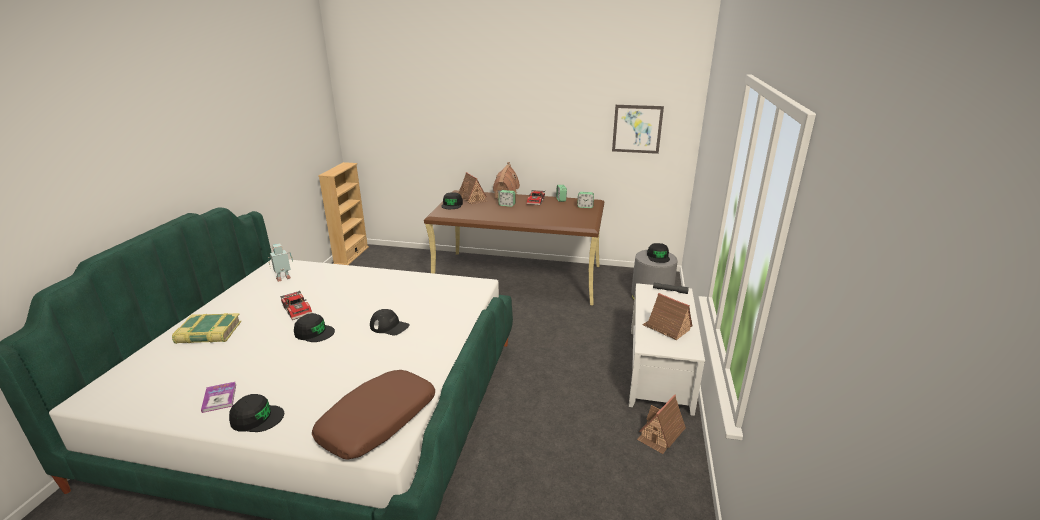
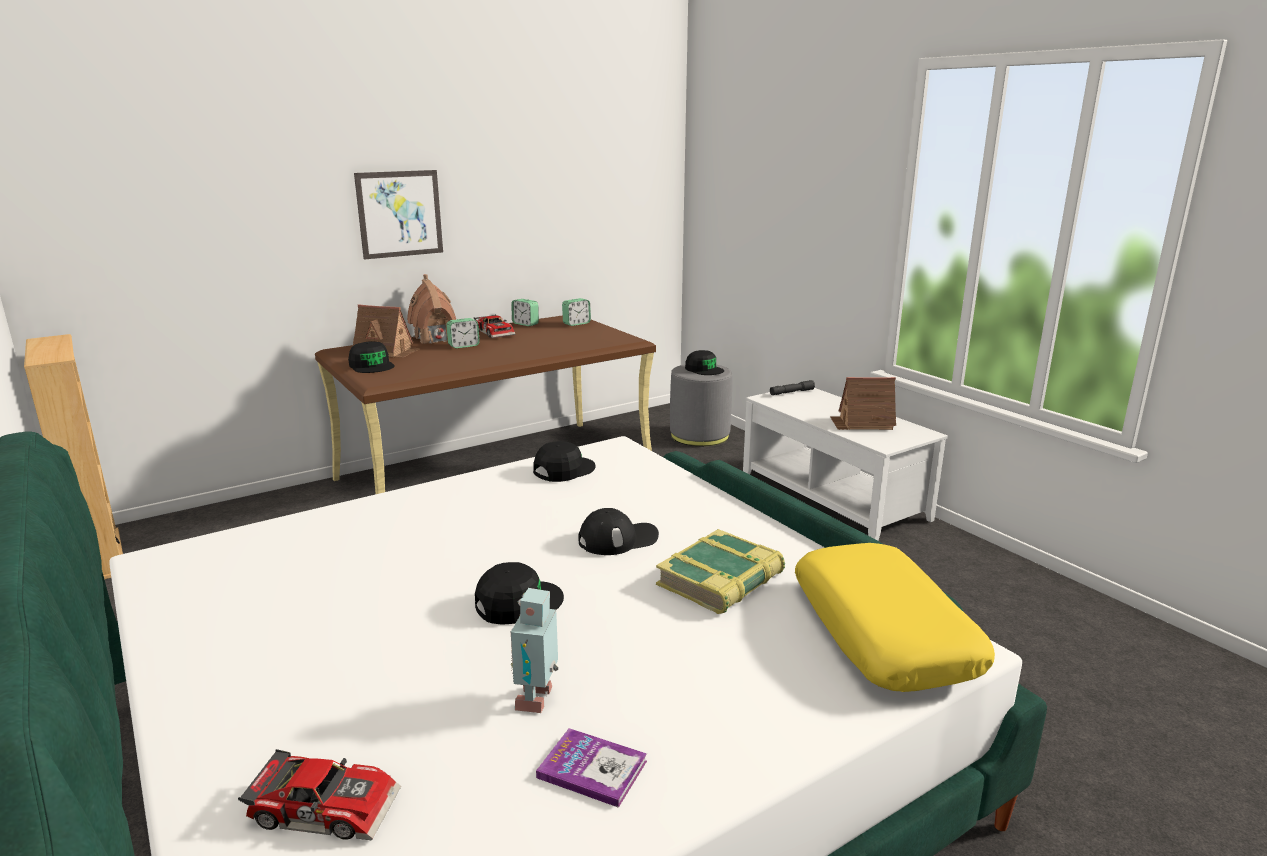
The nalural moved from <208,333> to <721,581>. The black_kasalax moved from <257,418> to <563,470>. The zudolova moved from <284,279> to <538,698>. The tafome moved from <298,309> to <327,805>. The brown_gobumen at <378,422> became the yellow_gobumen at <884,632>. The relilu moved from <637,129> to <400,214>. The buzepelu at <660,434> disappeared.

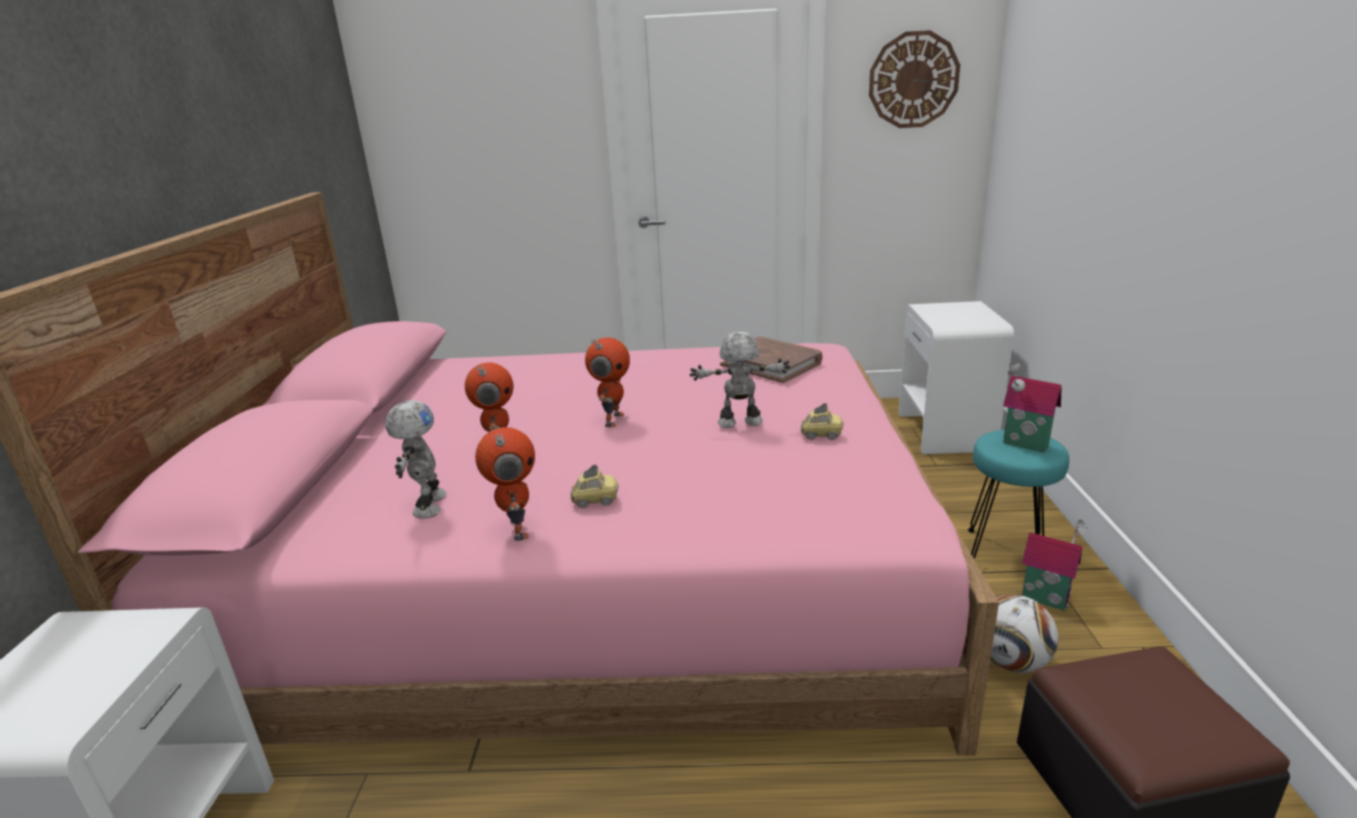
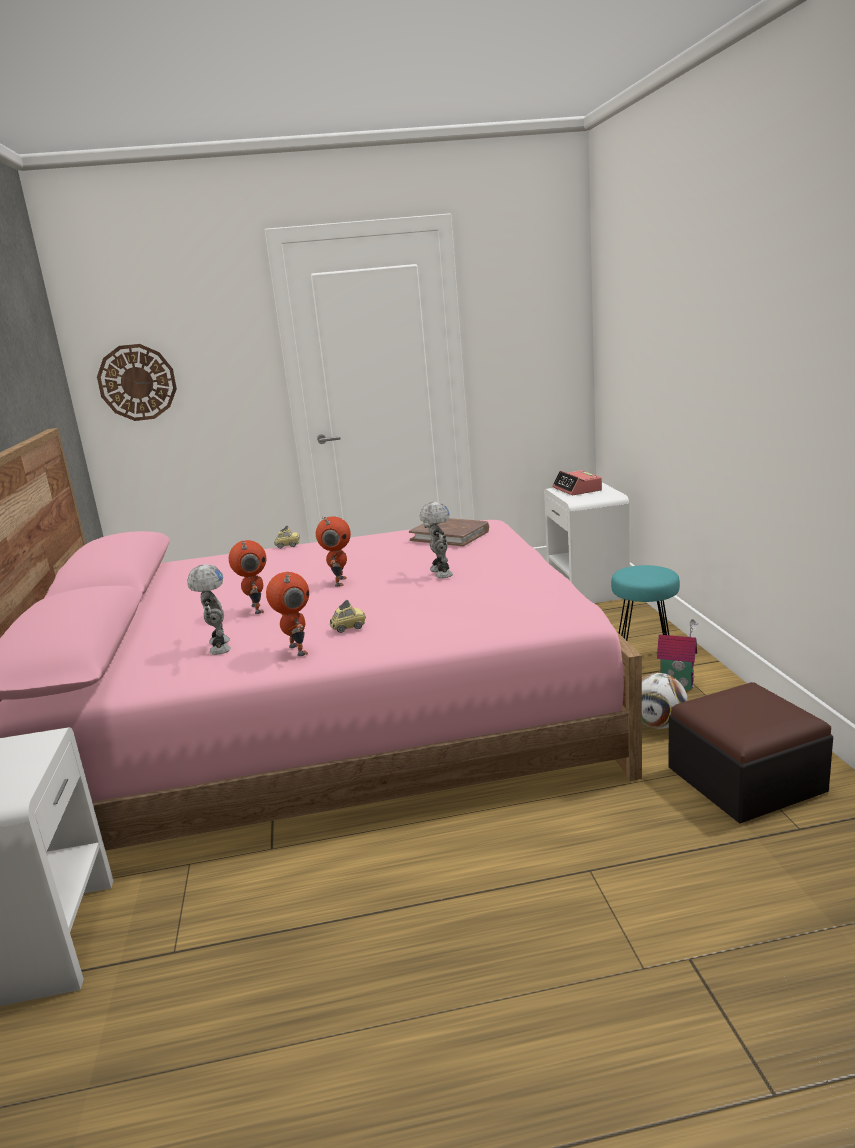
The zudolova at <740,423> turned 90 degrees clockwise. The tafome moved from <821,435> to <288,546>. The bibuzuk moved from <913,80> to <137,382>. The buzepelu at <1024,445> disappeared. The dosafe at <577,489> appeared.

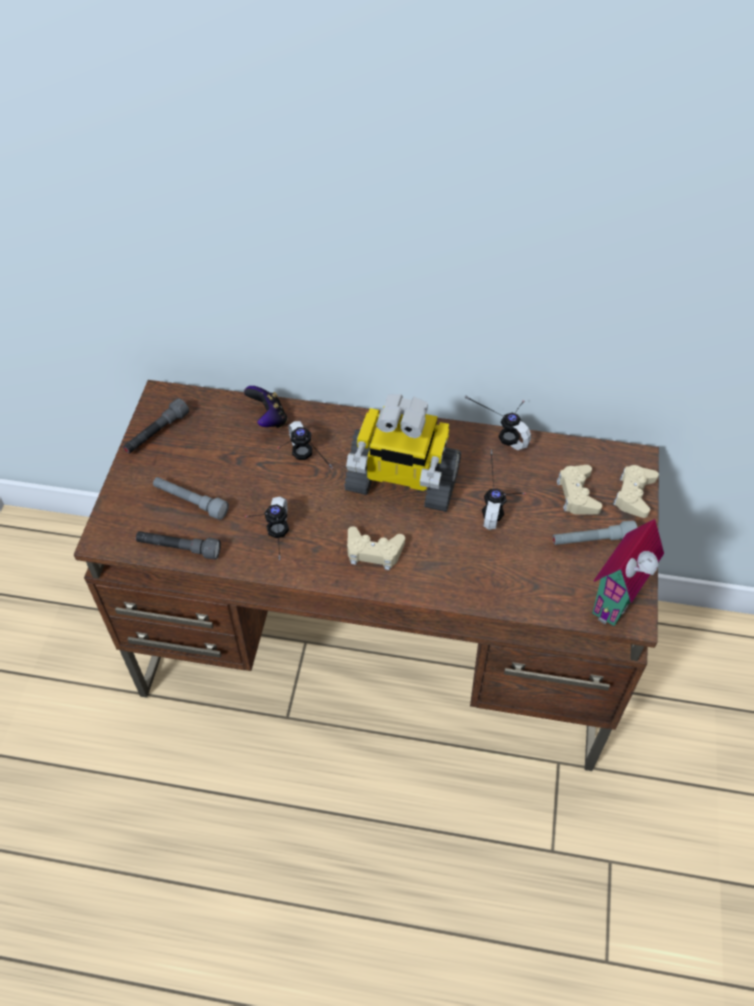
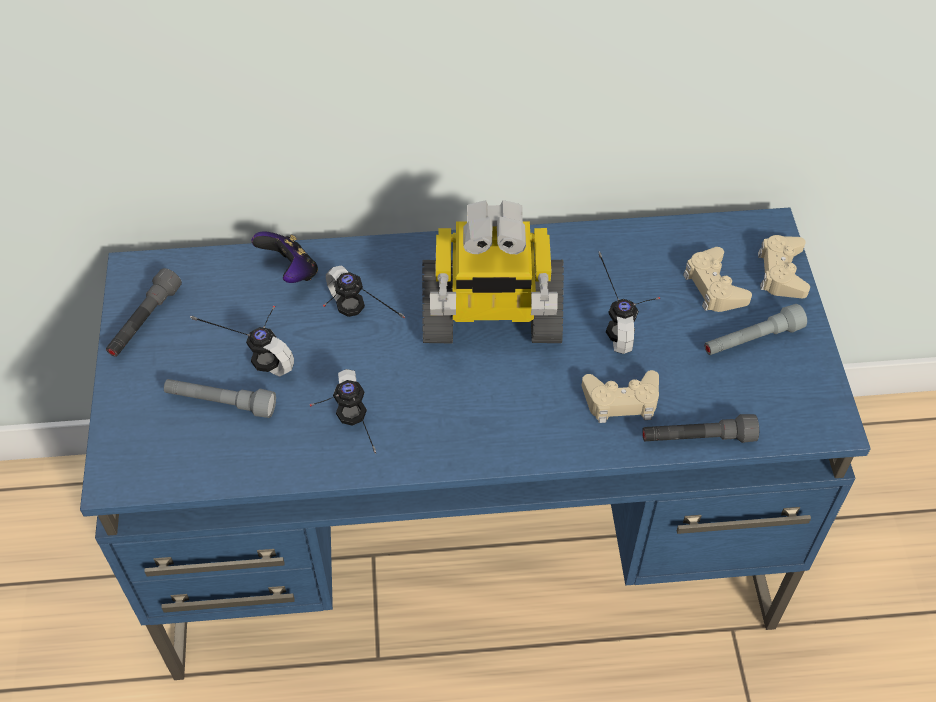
The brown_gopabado at <379,648> became the blue_gopabado at <470,541>. The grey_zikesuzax moved from <179,548> to <697,438>. The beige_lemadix moved from <373,552> to <621,401>. The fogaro moved from <502,429> to <257,349>. The buzepelu at <619,602> disappeared.

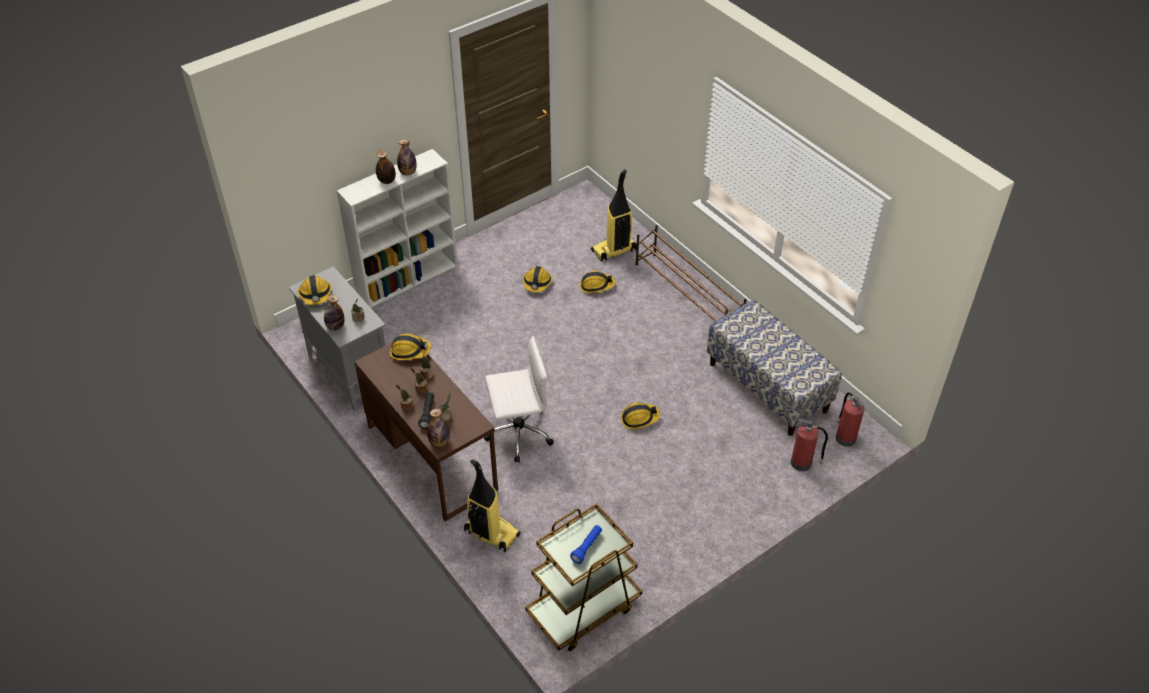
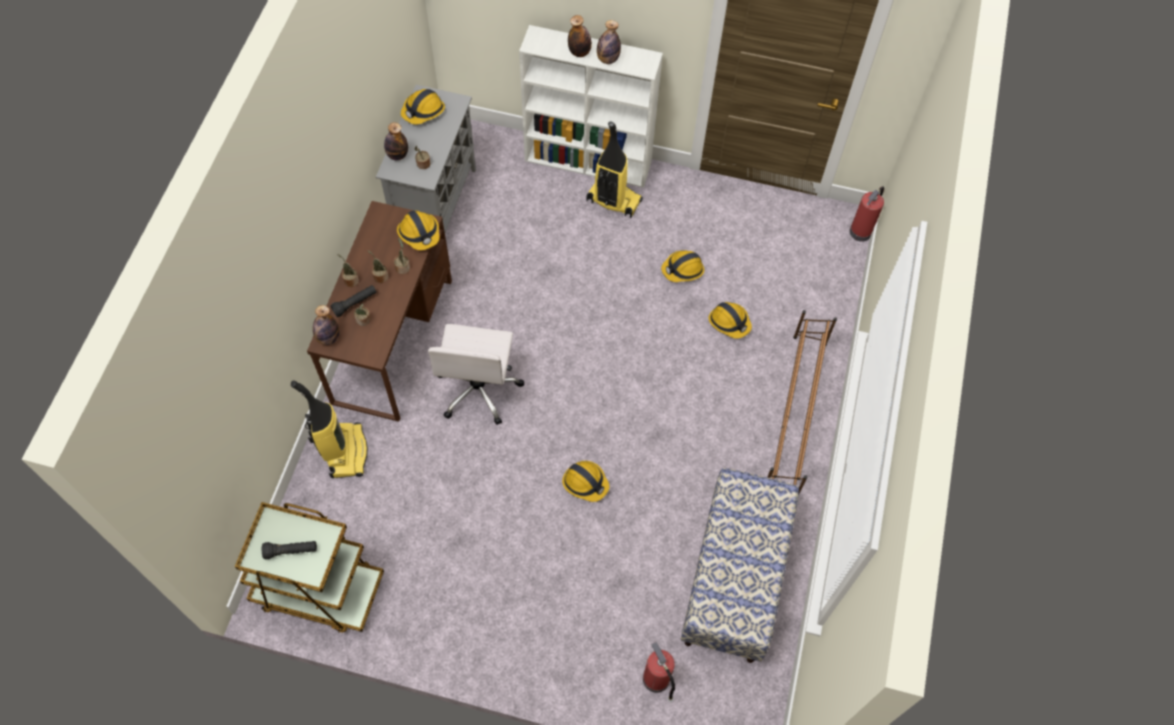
The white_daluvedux at <518,432> turned 60 degrees clockwise. The blue_zikesuzax at <587,547> became the black_zikesuzax at <291,551>. The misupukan moved from <614,251> to <613,201>. The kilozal moved from <845,437> to <861,231>.

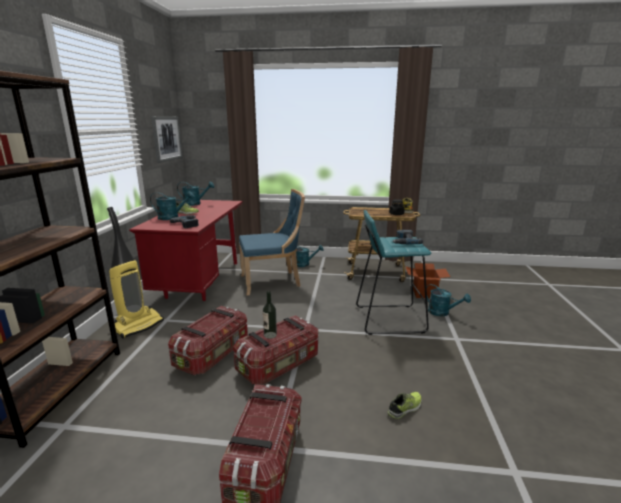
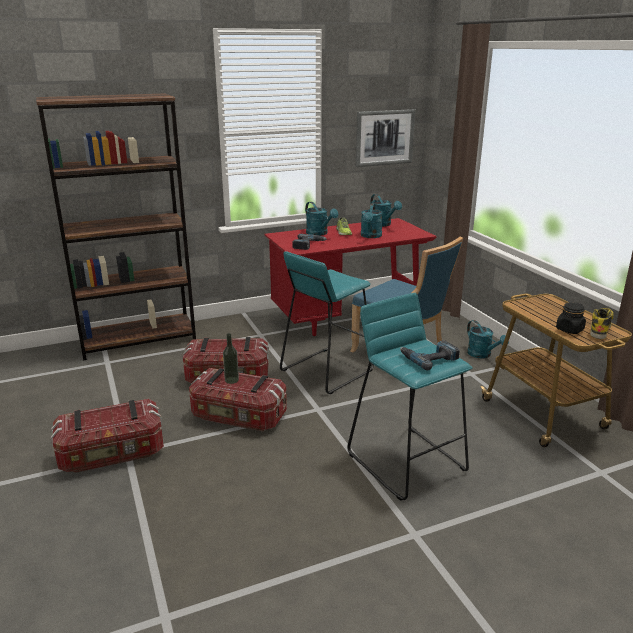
The misupukan at <138,325> disappeared. The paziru at <405,408> disappeared. The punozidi at <424,293> disappeared. The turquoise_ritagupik moved from <442,313> to <370,236>. The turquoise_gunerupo at <326,370> appeared.

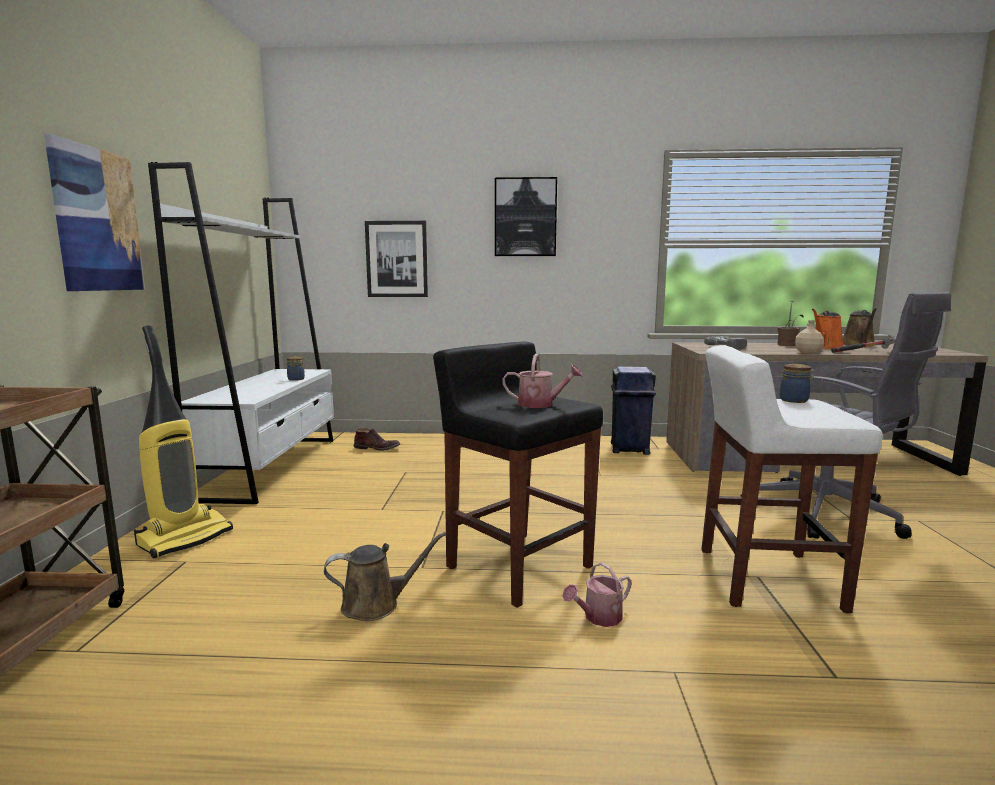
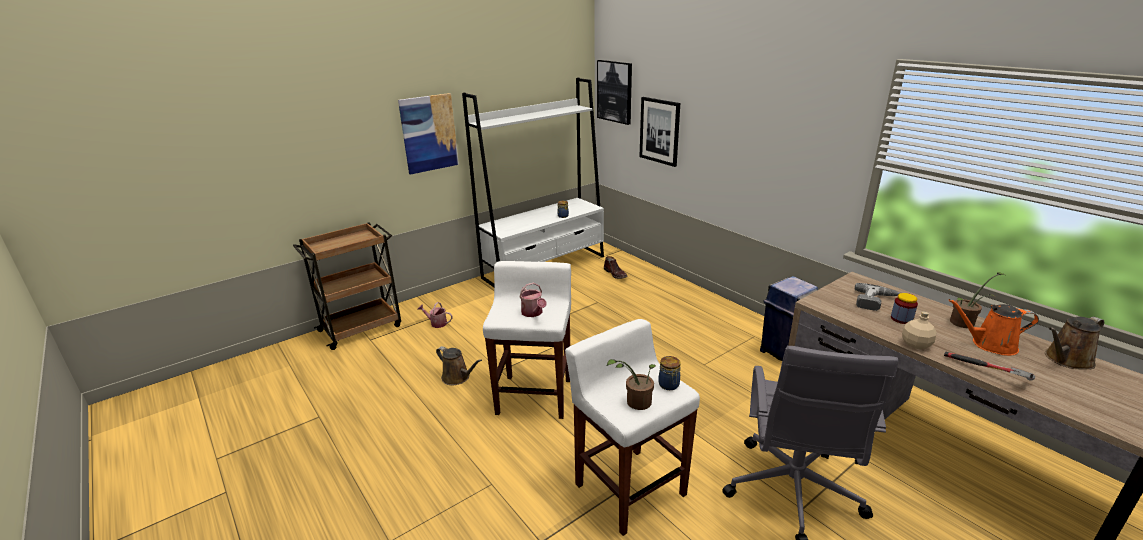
The misupukan at <185,538> disappeared. The black_gunerupo at <518,566> became the white_gunerupo at <534,395>. The relilu moved from <525,217> to <615,91>. The ritagupik moved from <598,617> to <436,323>. The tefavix at <635,402> appeared. The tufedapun at <901,319> appeared.

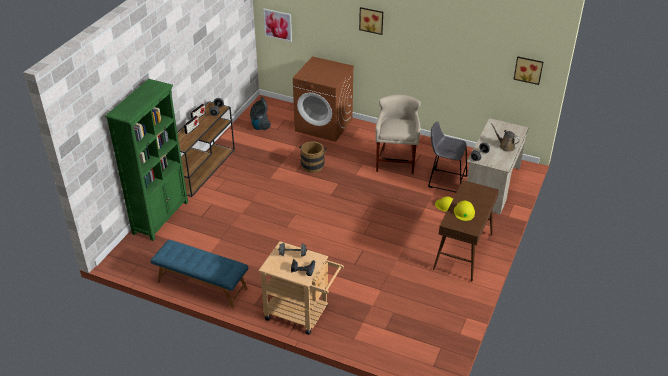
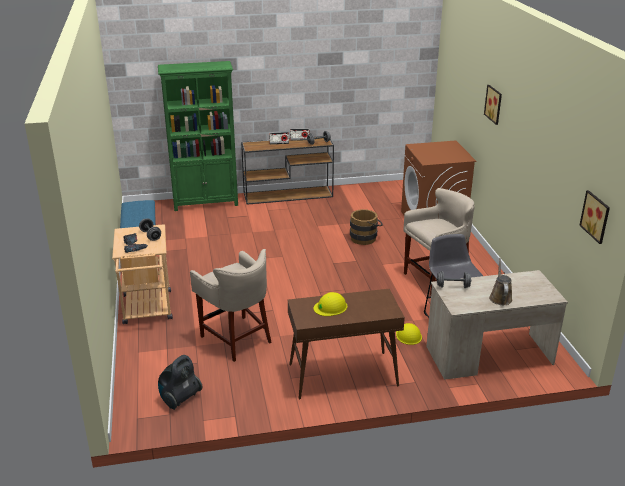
The misupukan moved from <260,126> to <179,399>. The relilu at <278,24> disappeared. The beige_gunerupo at <237,338> appeared.

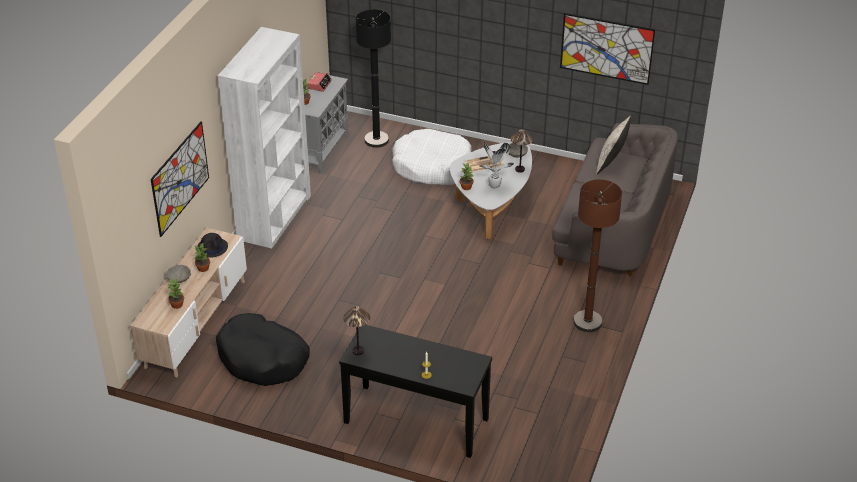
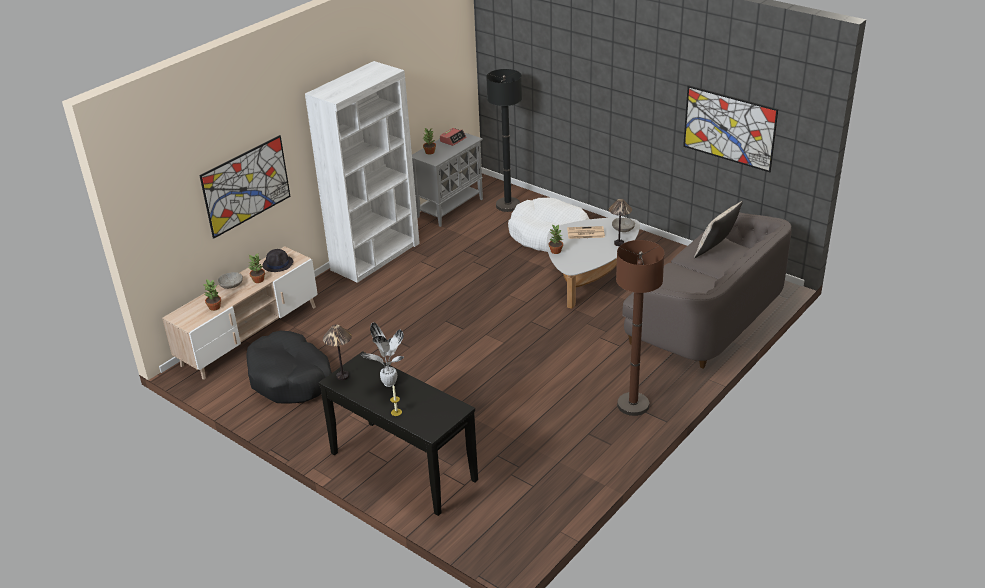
The tefavix moved from <494,186> to <389,384>.

